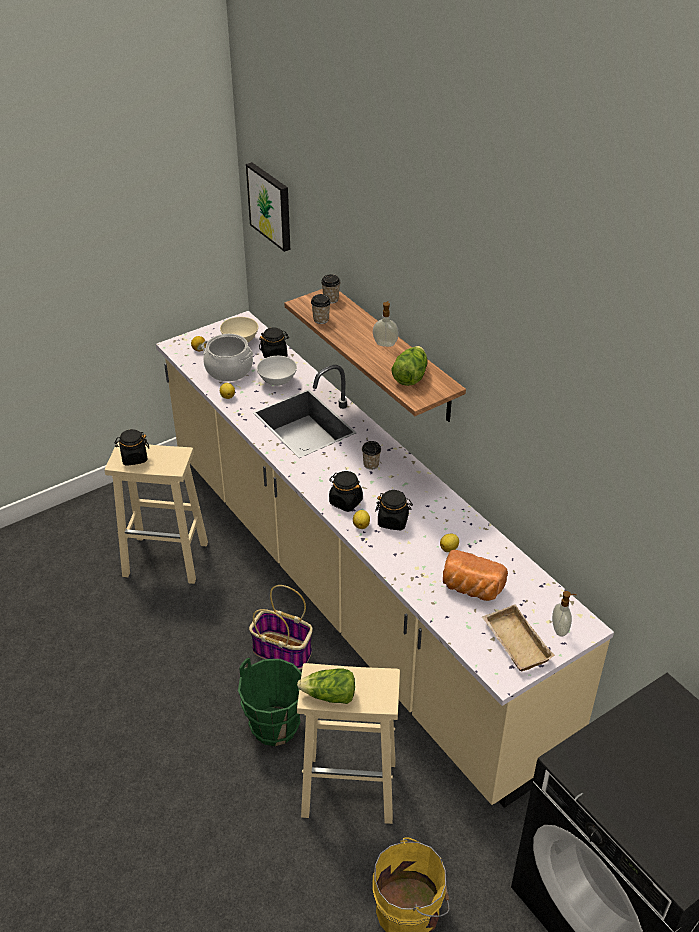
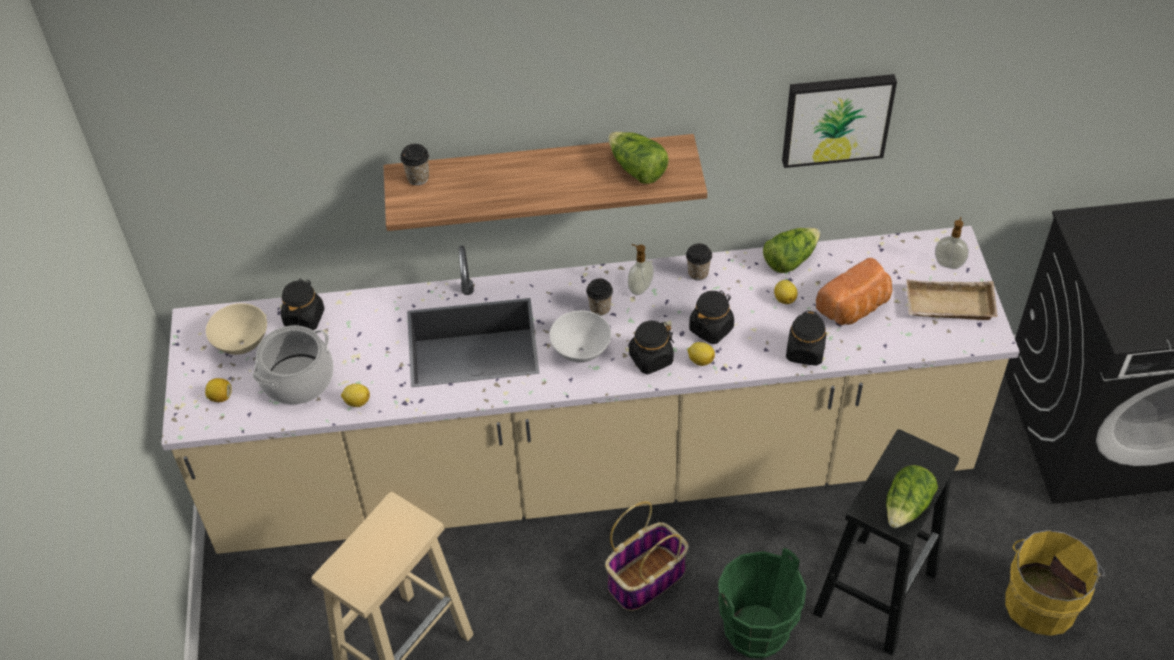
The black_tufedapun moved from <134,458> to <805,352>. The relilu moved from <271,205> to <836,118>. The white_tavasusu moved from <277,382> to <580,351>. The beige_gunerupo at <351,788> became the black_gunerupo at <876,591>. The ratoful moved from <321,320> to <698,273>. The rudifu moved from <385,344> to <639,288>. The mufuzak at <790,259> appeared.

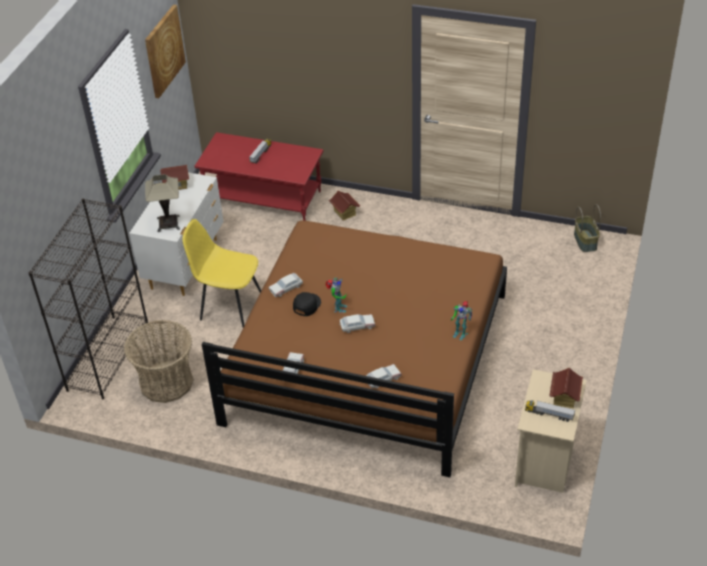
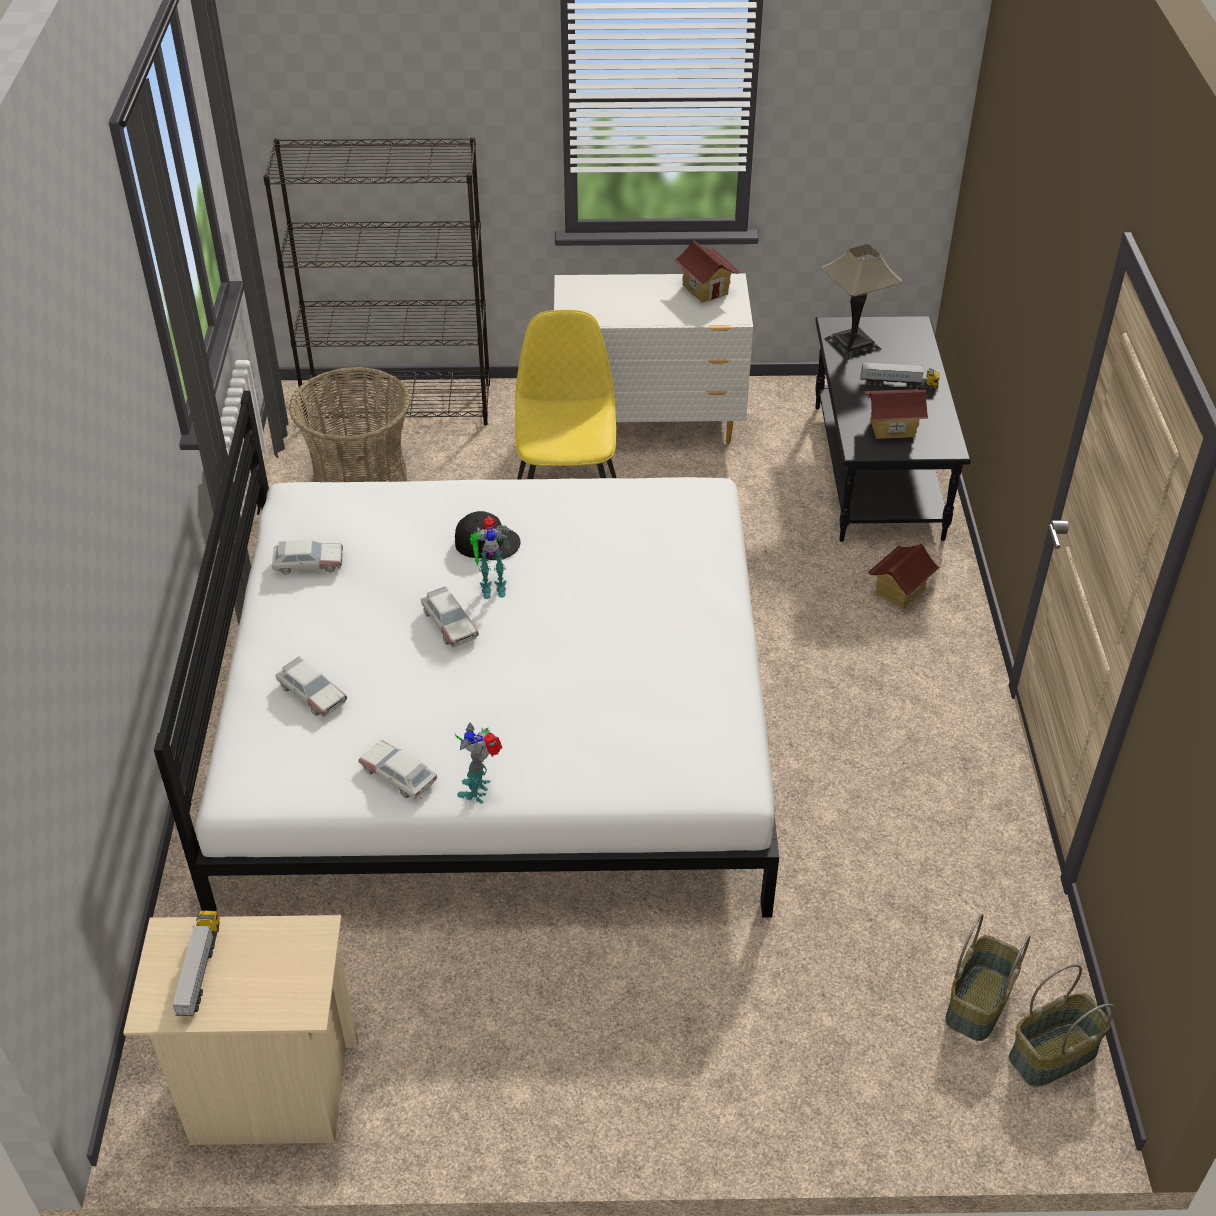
The relilu at <164,51> disappeared. The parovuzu moved from <168,223> to <852,344>. The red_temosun at <263,198> became the black_temosun at <874,470>. The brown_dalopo at <366,358> became the white_dalopo at <496,721>. The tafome moved from <286,288> to <399,775>. The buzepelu moved from <564,397> to <892,428>. The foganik at <979,1004> appeared.

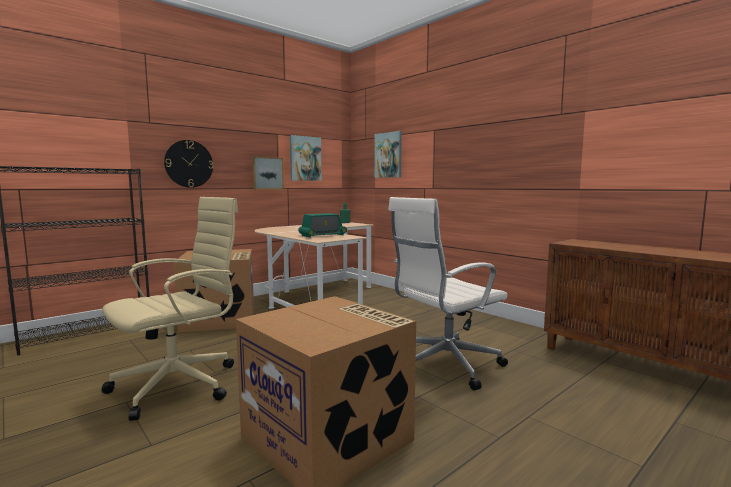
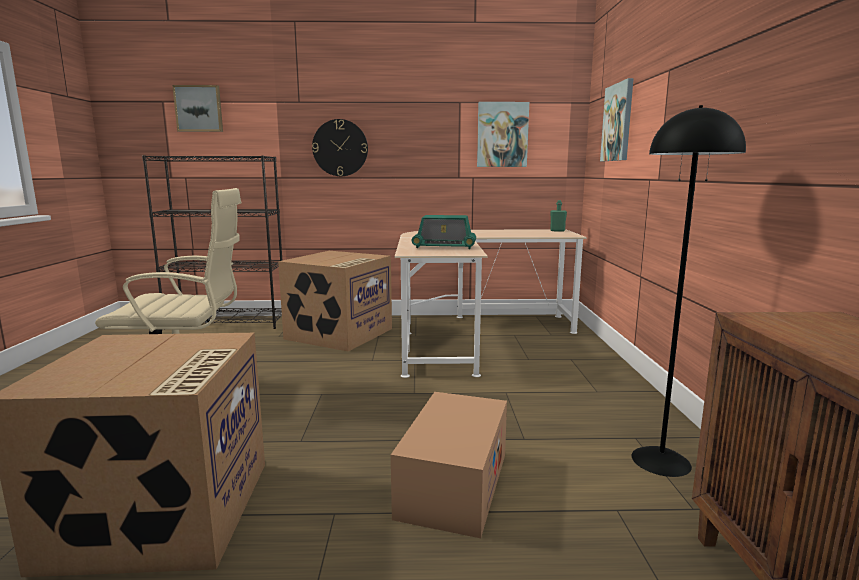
The relilu moved from <267,173> to <199,109>. The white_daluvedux at <444,365> was replaced by the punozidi at <454,484>. The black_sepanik at <660,461> appeared.

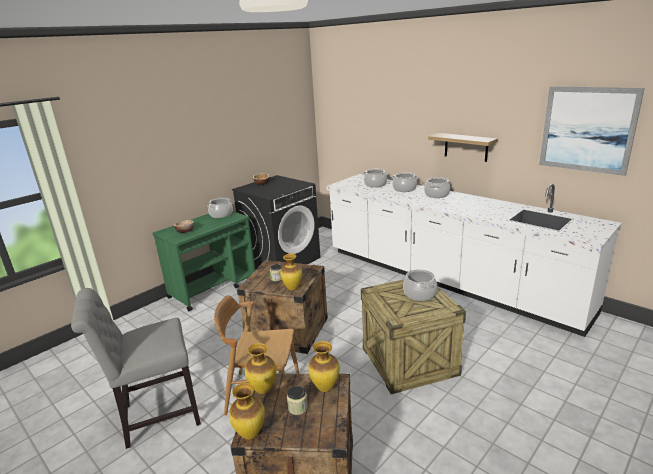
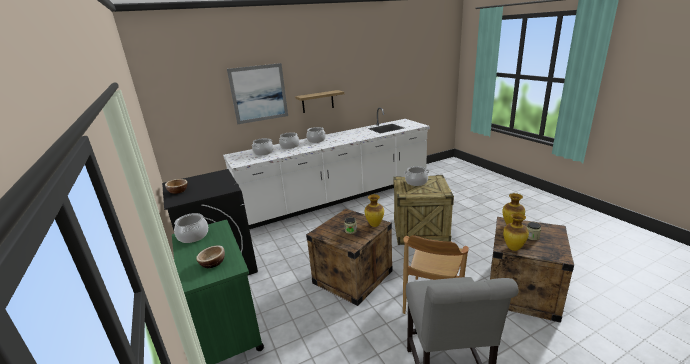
The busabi at <251,434> disappeared. The relilu moved from <587,129> to <259,93>.

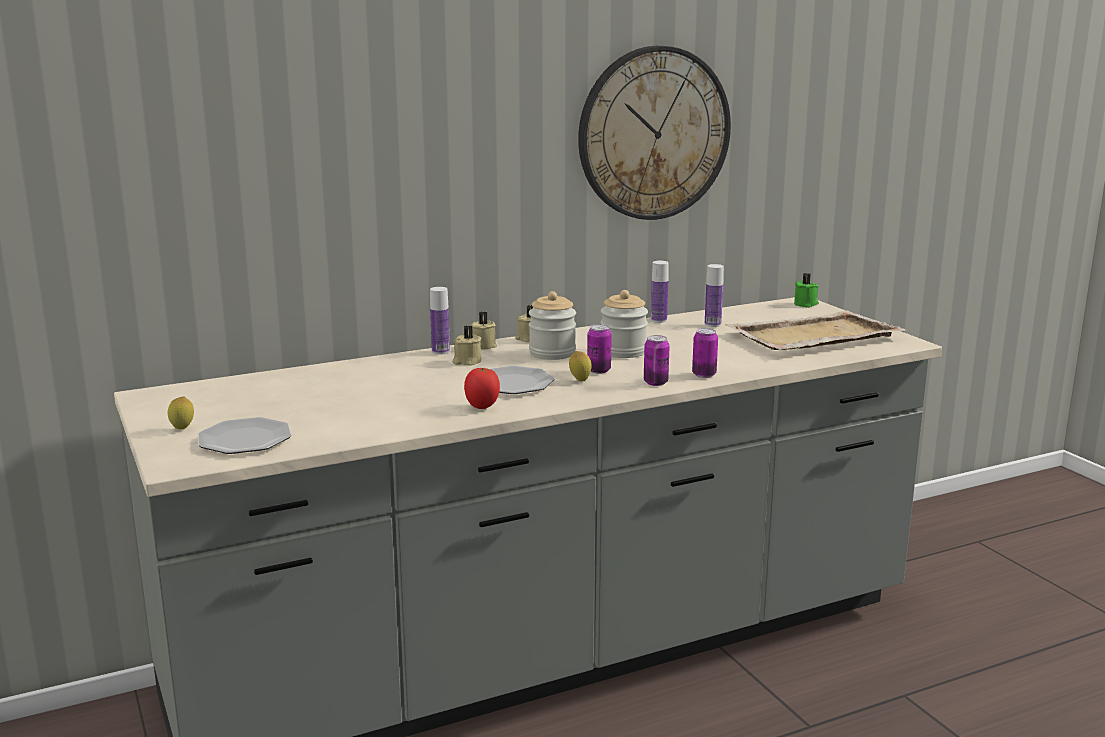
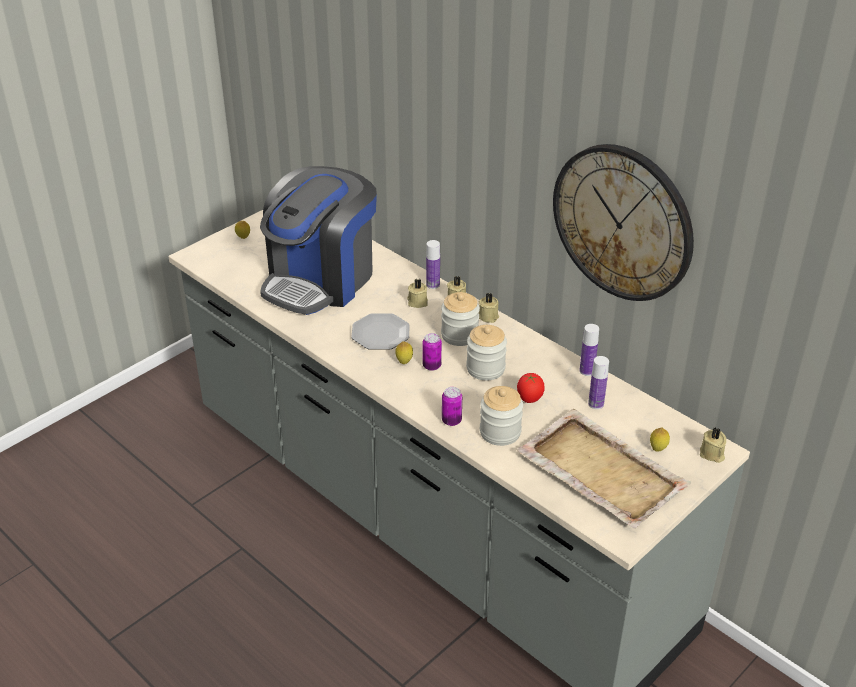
The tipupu at <244,439> disappeared. The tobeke moved from <482,407> to <529,399>. The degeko at <655,382> disappeared. The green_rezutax at <806,304> became the beige_rezutax at <712,454>. The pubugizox at <320,280> appeared. The tufedapun at <500,432> appeared. The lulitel at <658,449> appeared.

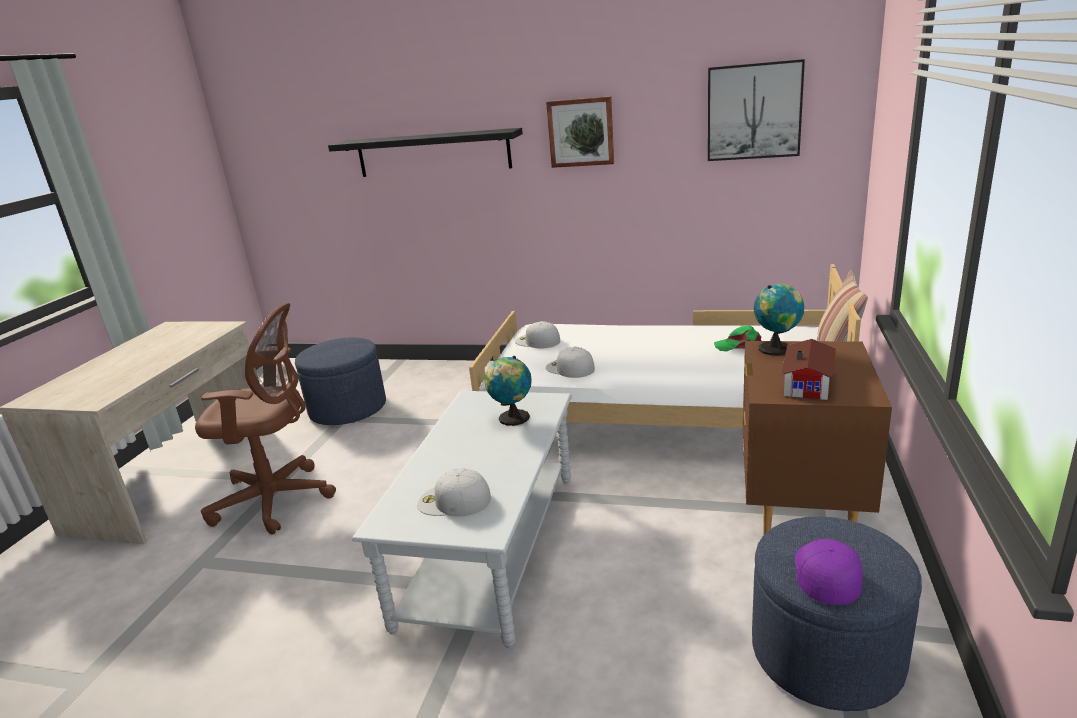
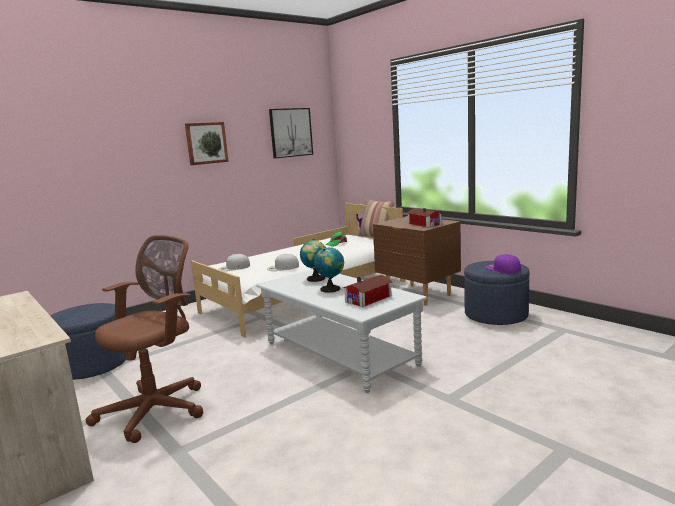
The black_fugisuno at <433,153> disappeared. The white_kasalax at <453,501> was replaced by the buzepelu at <370,298>. The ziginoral moved from <777,348> to <331,288>.

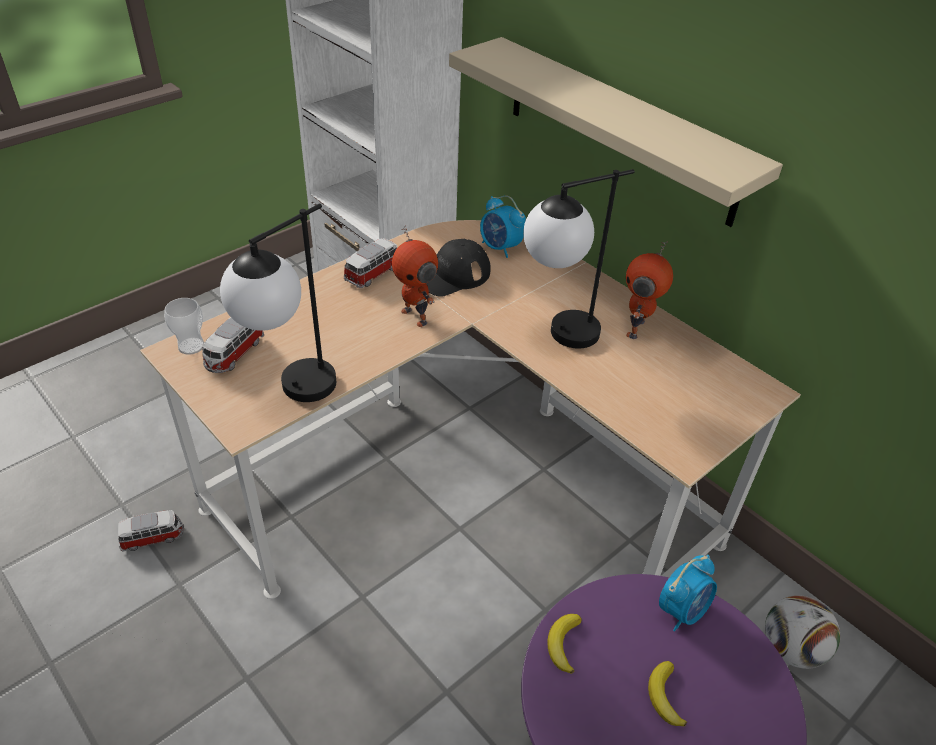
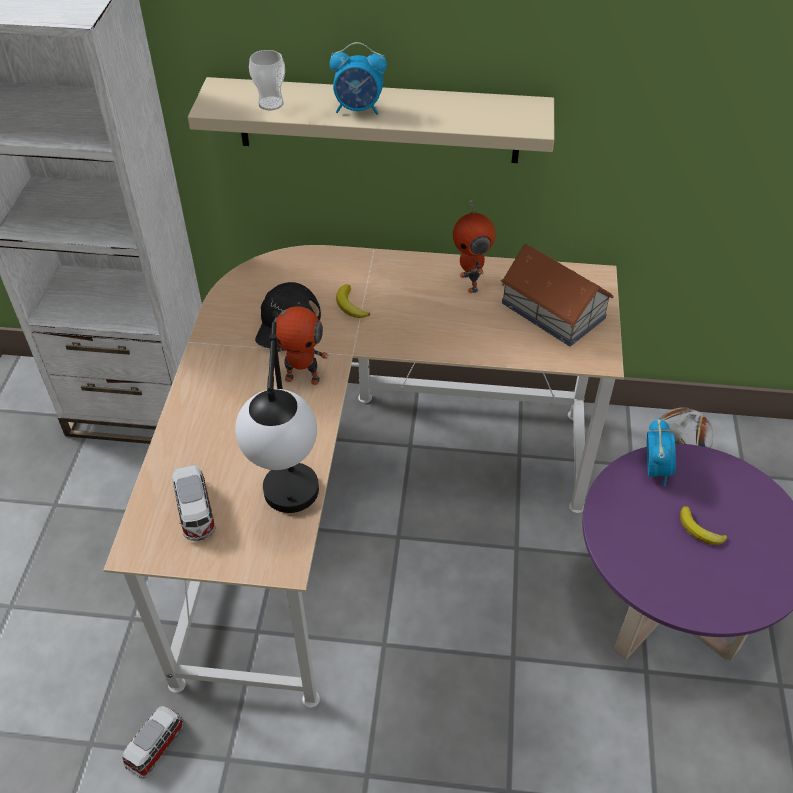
The ratoful moved from <191,346> to <271,103>. The tafome at <373,273> disappeared. The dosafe moved from <500,248> to <359,109>. The parovuzu at <557,337> disappeared. The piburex moved from <563,644> to <350,305>. The buzepelu at <553,311> appeared.

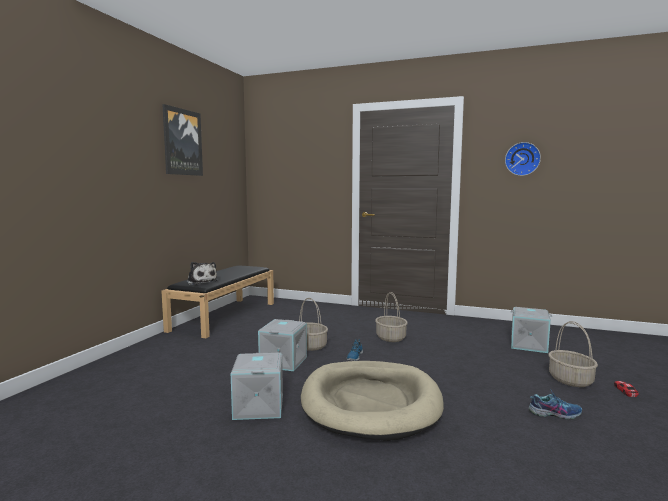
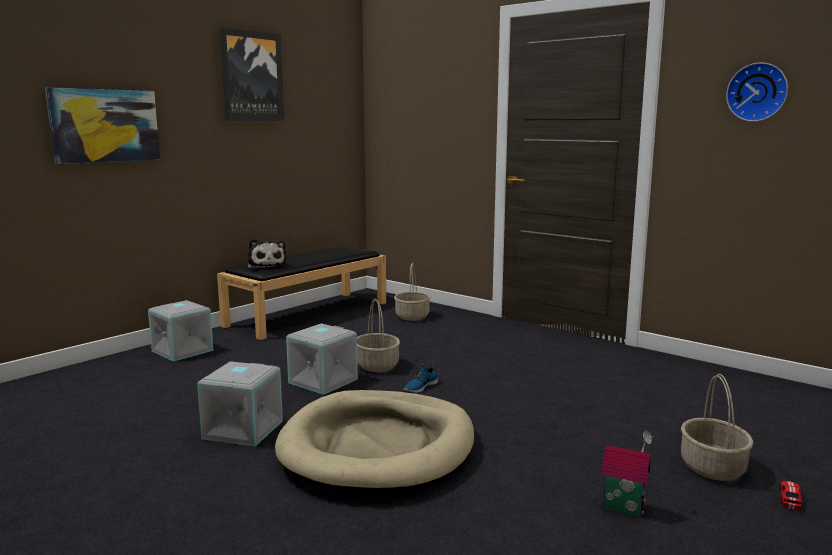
The foganik moved from <391,338> to <412,316>. The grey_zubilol moved from <529,345> to <183,350>. The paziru at <554,413> was replaced by the buzepelu at <623,507>. The relilu at <105,125> appeared.

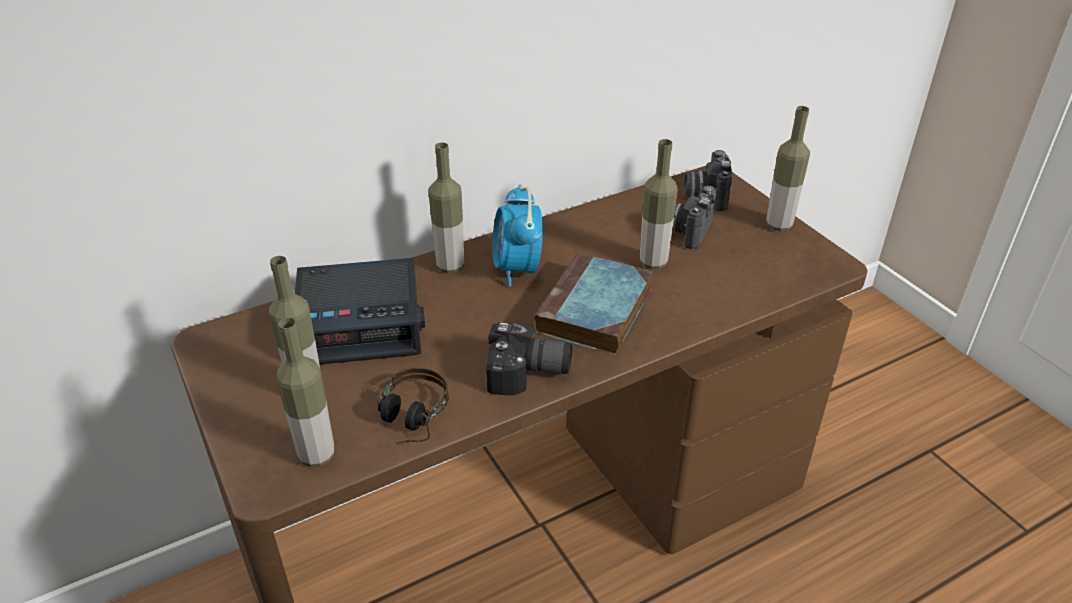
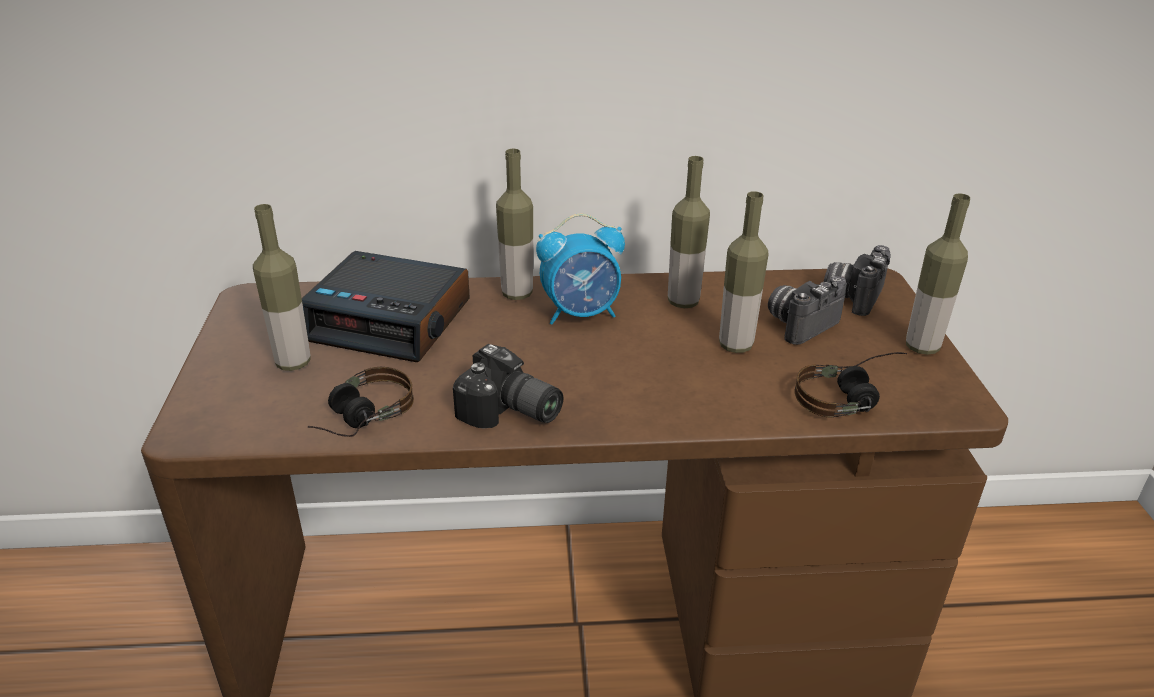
The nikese moved from <317,455> to <683,302>. The dosafe at <517,269> turned 120 degrees counterclockwise. The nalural at <594,312> disappeared. The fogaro at <851,397> appeared.

